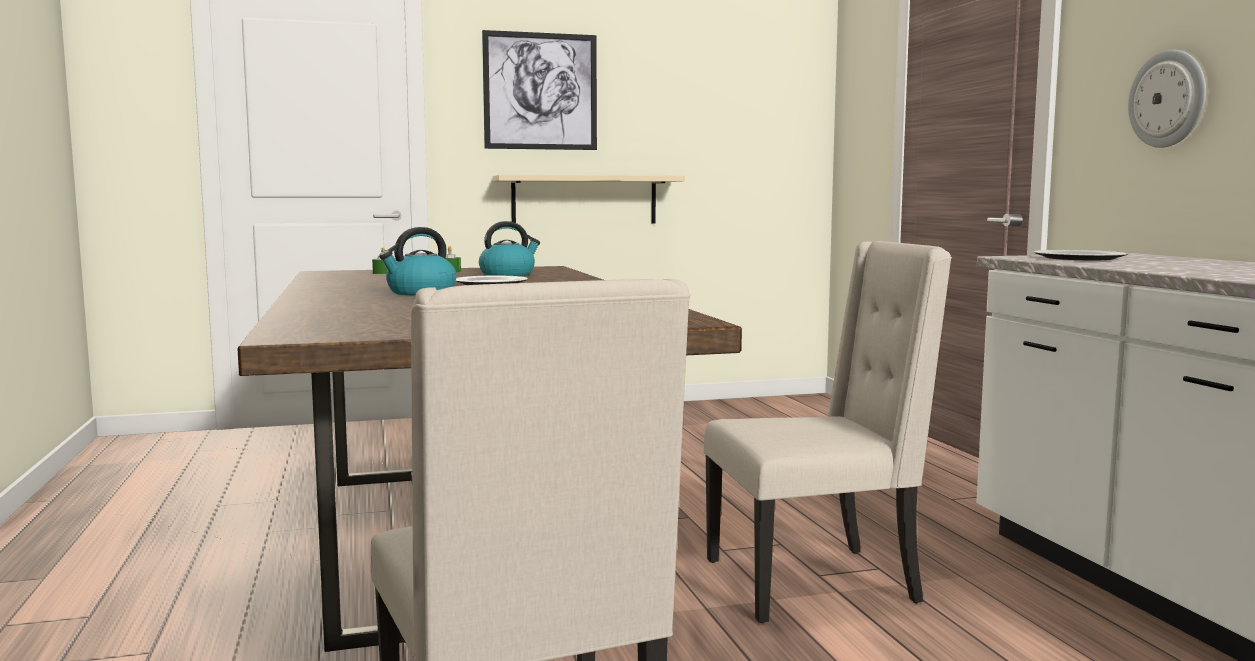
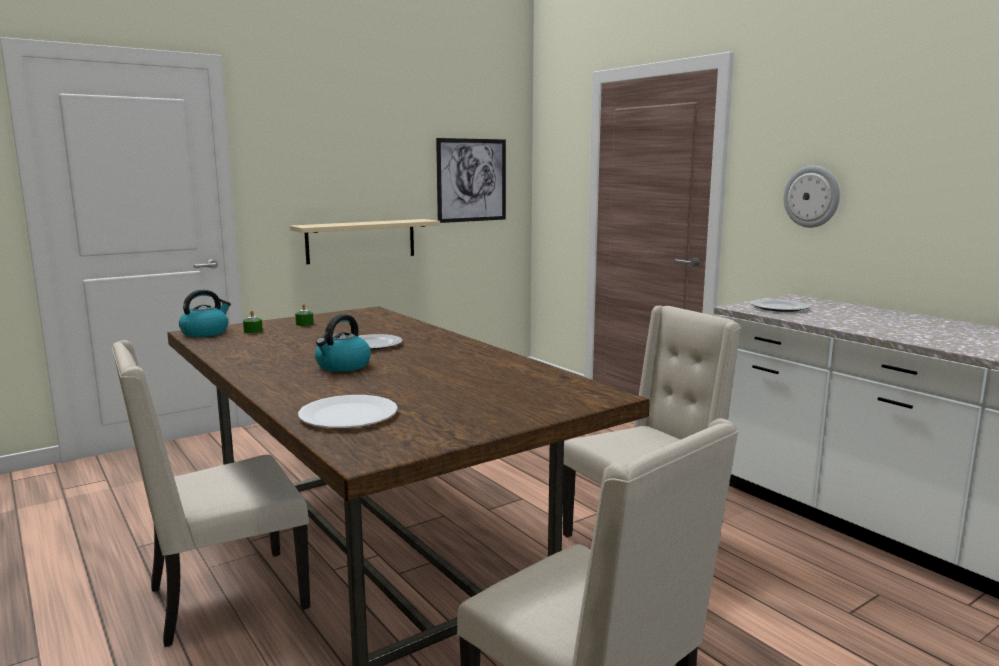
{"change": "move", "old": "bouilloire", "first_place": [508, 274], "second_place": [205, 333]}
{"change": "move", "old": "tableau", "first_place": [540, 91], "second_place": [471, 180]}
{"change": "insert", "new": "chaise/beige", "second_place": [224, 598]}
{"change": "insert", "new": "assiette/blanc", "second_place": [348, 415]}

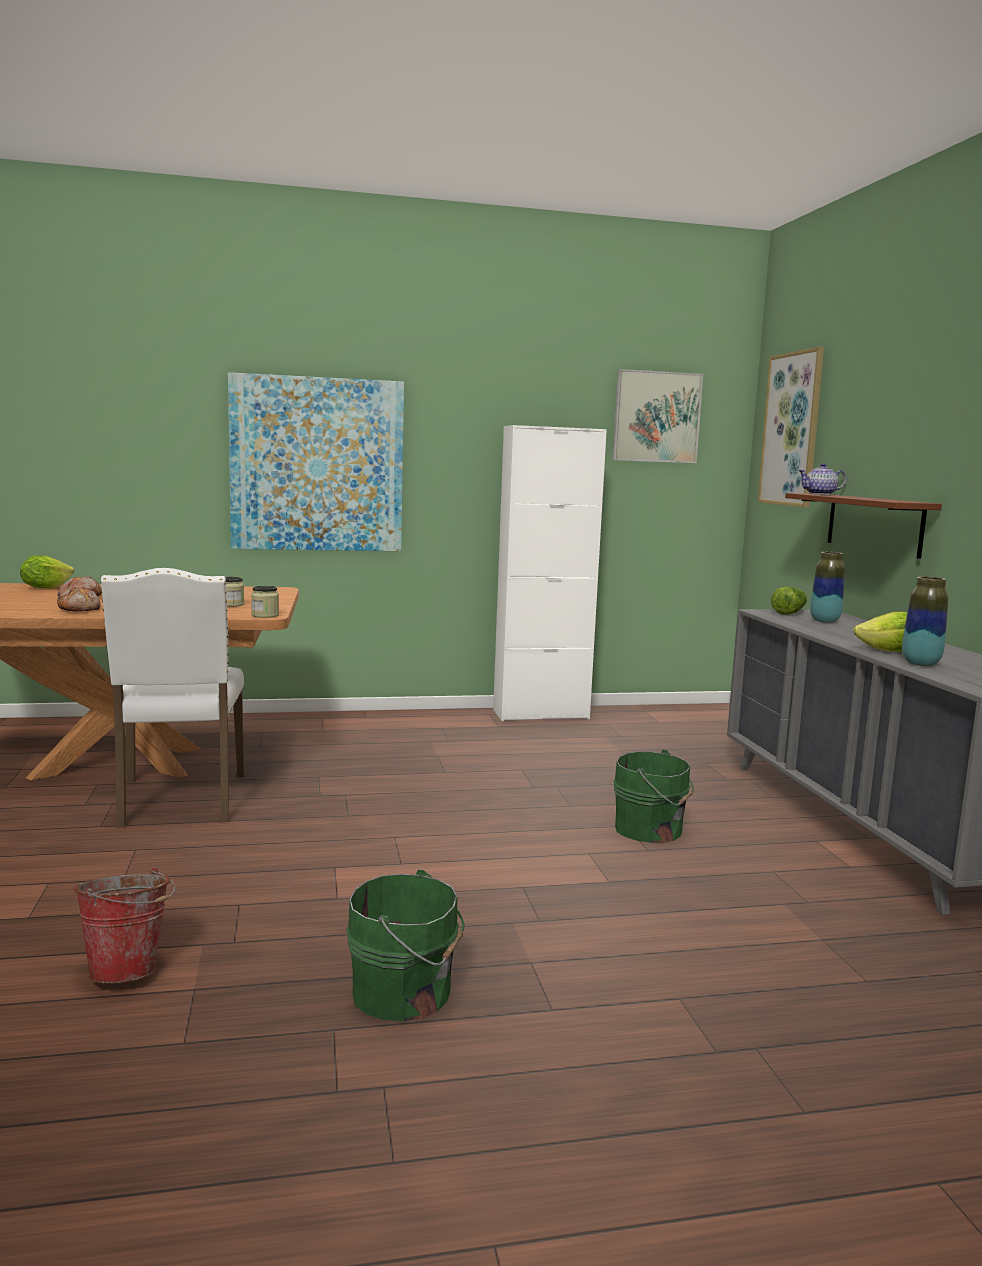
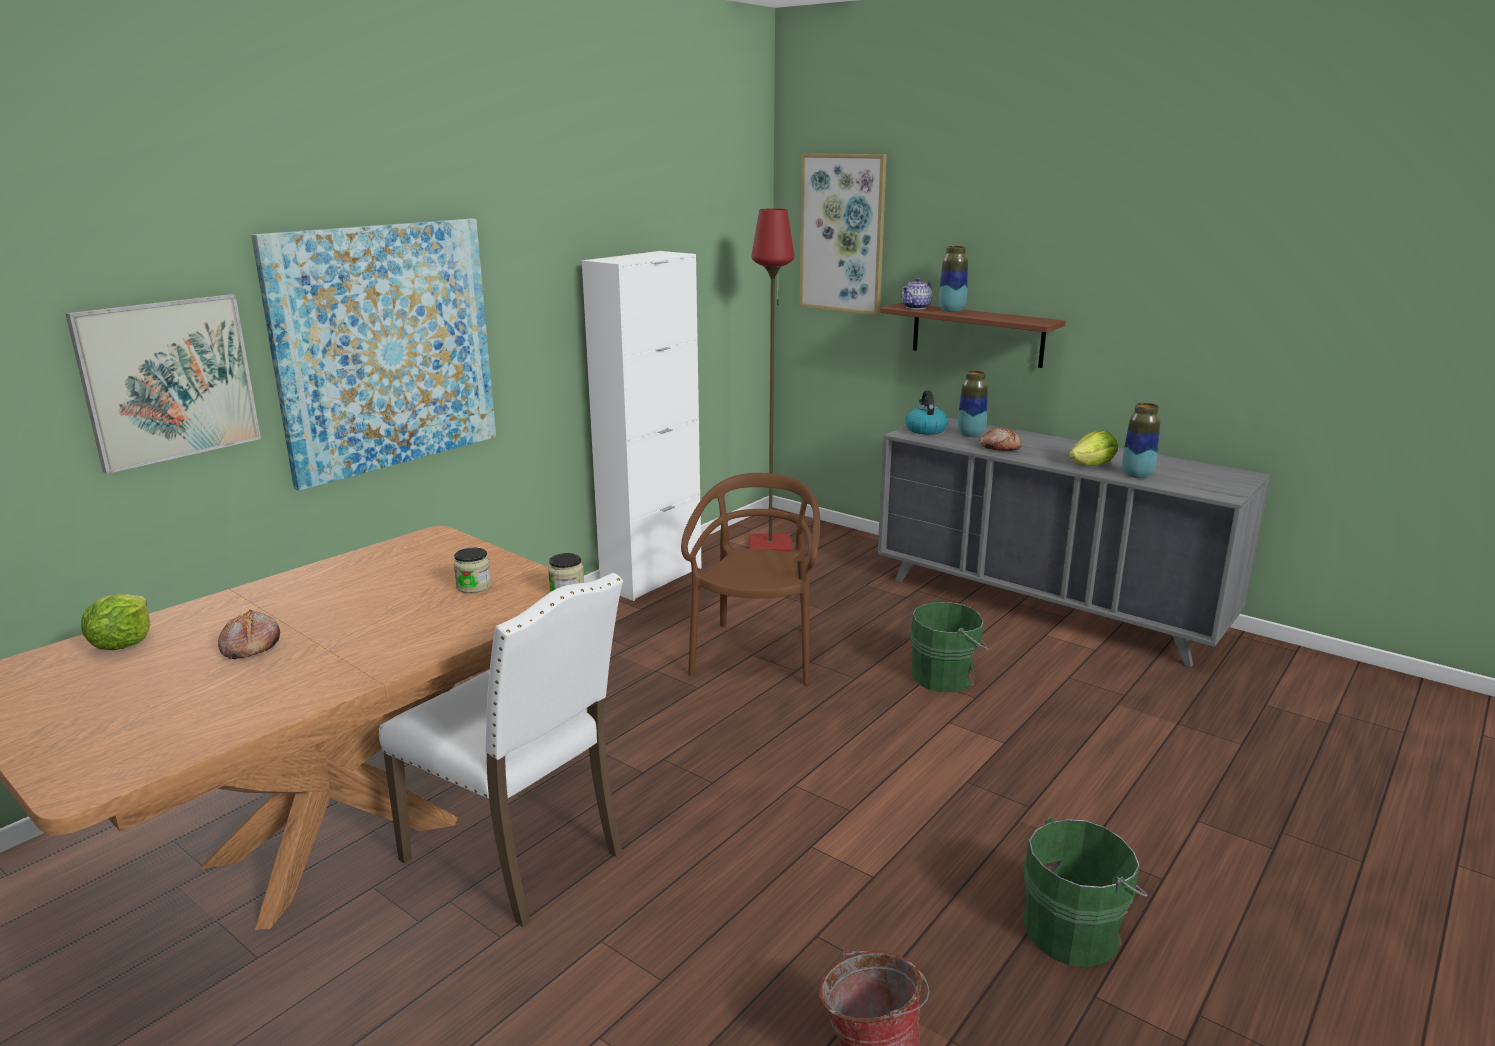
{"change": "move", "old": "pain", "first_place": [80, 609], "second_place": [999, 448]}
{"change": "move", "old": "tableau", "first_place": [656, 417], "second_place": [169, 380]}
{"change": "replace", "old": "laitue", "new": "bouilloire", "first_place": [789, 613], "second_place": [925, 430]}
{"change": "insert", "new": "chaise/marron", "second_place": [756, 654]}
{"change": "insert", "new": "lampadaire/rouge", "second_place": [771, 545]}
{"change": "insert", "new": "vase", "second_place": [951, 311]}

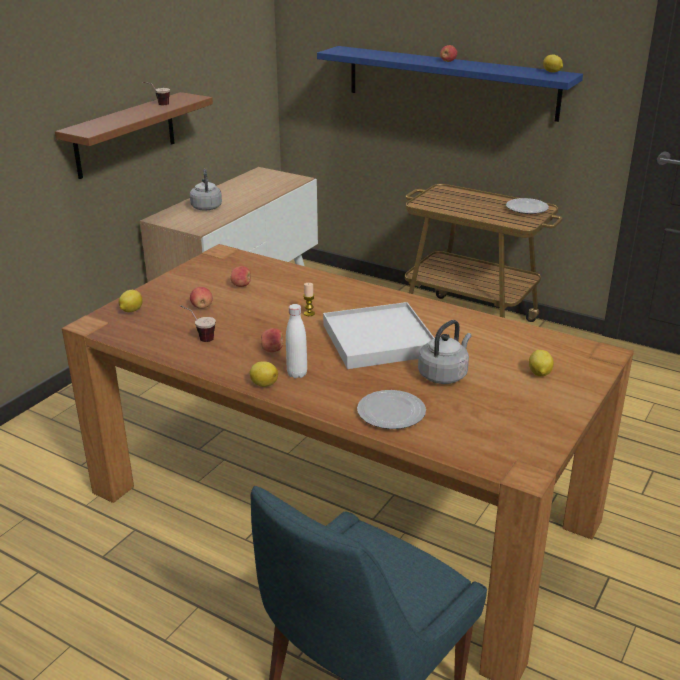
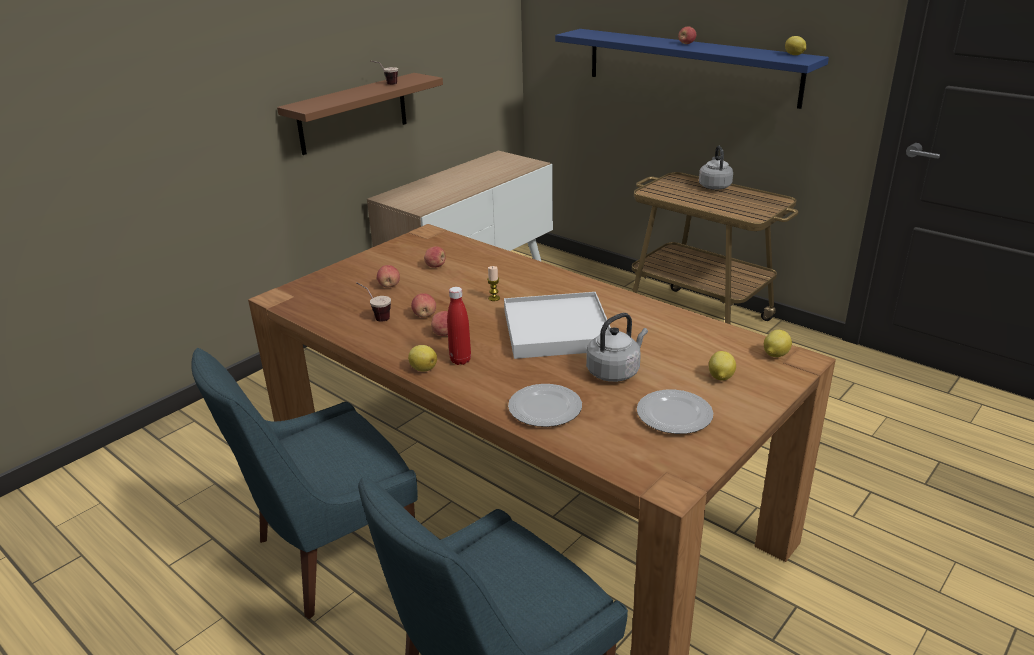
{"change": "move", "old": "citron", "first_place": [131, 310], "second_place": [775, 355]}
{"change": "move", "old": "bouilloire/gris", "first_place": [206, 207], "second_place": [714, 186]}
{"change": "recolor", "old": "bouteille/blanc", "new": "bouteille/rouge", "first_place": [297, 374], "second_place": [460, 360]}
{"change": "move", "old": "assiette", "first_place": [526, 208], "second_place": [674, 415]}
{"change": "insert", "new": "chaise/bleu", "second_place": [330, 555]}
{"change": "insert", "new": "pomme", "second_place": [424, 315]}

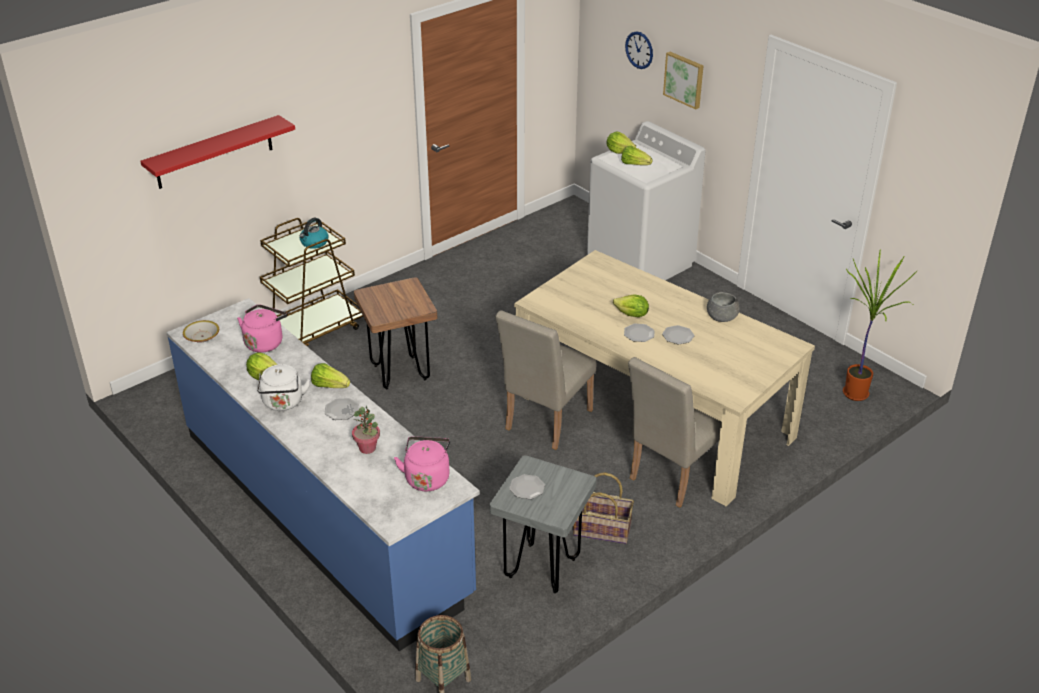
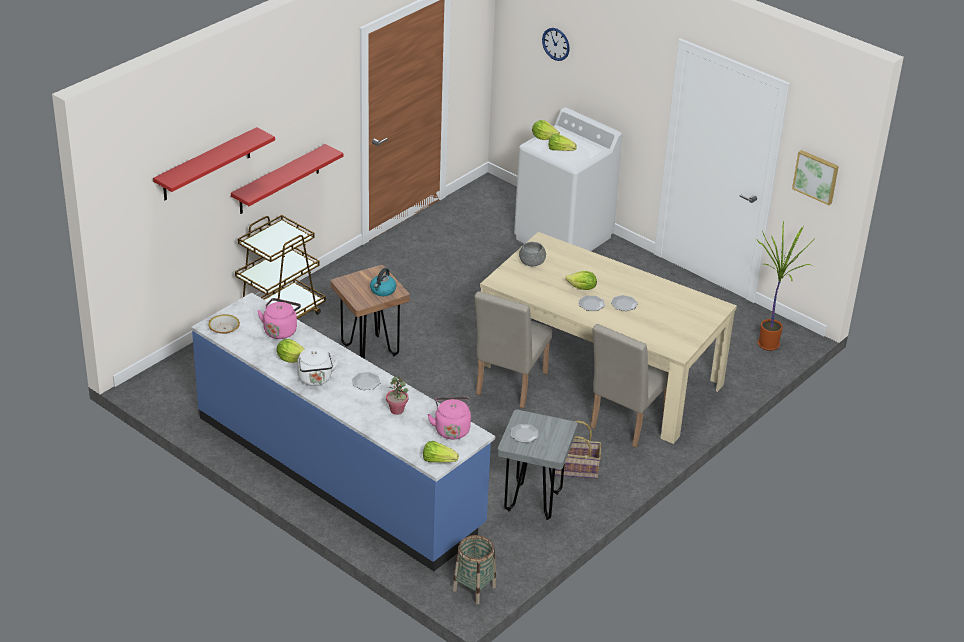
{"change": "move", "old": "bouilloire", "first_place": [314, 243], "second_place": [383, 290]}
{"change": "move", "old": "laitue", "first_place": [330, 386], "second_place": [438, 460]}
{"change": "move", "old": "tableau", "first_place": [684, 79], "second_place": [816, 176]}
{"change": "move", "old": "bol/gris", "first_place": [722, 317], "second_place": [532, 262]}
{"change": "insert", "new": "étagère/rouge", "second_place": [279, 180]}

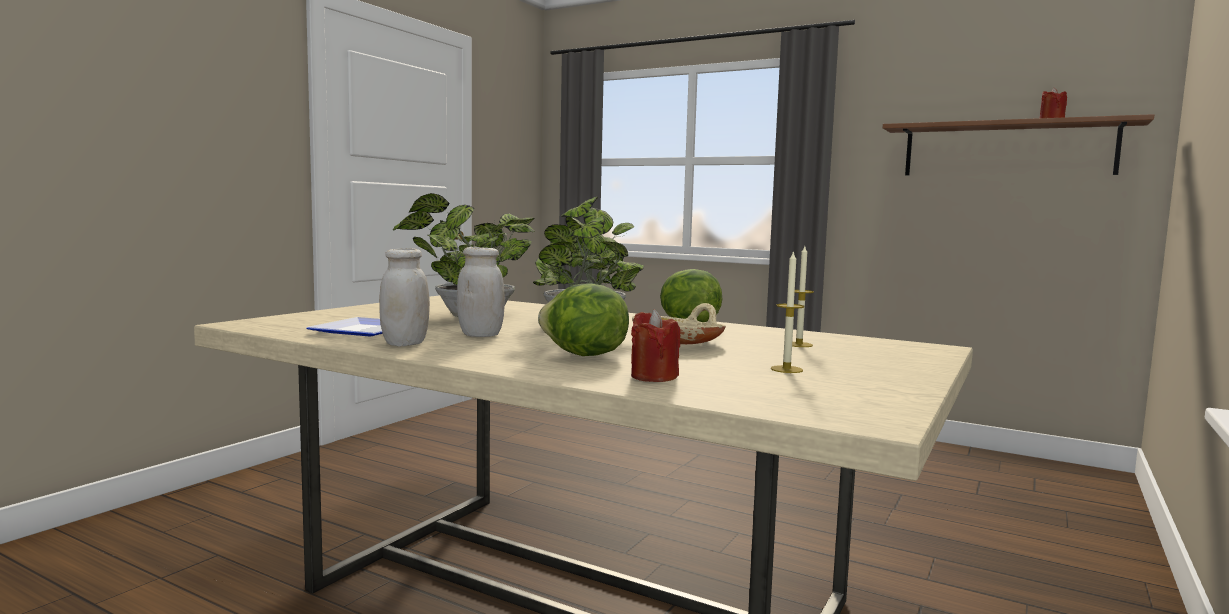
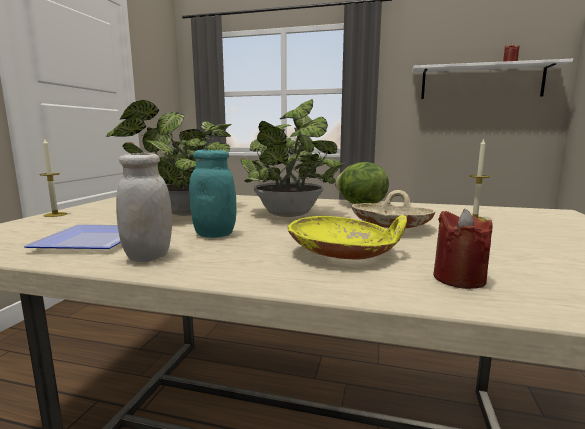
{"change": "recolor", "old": "bocal/blanc", "new": "bocal/turquoise", "first_place": [480, 335], "second_place": [214, 234]}
{"change": "replace", "old": "laitue", "new": "bol/jaune", "first_place": [583, 355], "second_place": [344, 253]}
{"change": "move", "old": "bougie", "first_place": [786, 369], "second_place": [55, 214]}
{"change": "recolor", "old": "étagère/marron", "new": "étagère/blanc", "first_place": [1007, 150], "second_place": [481, 82]}

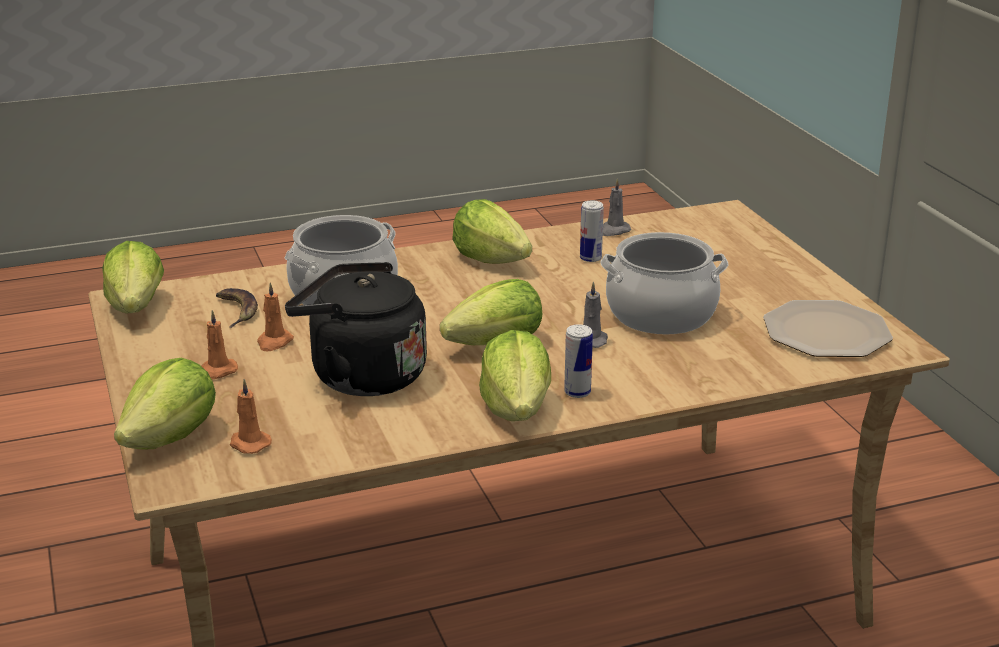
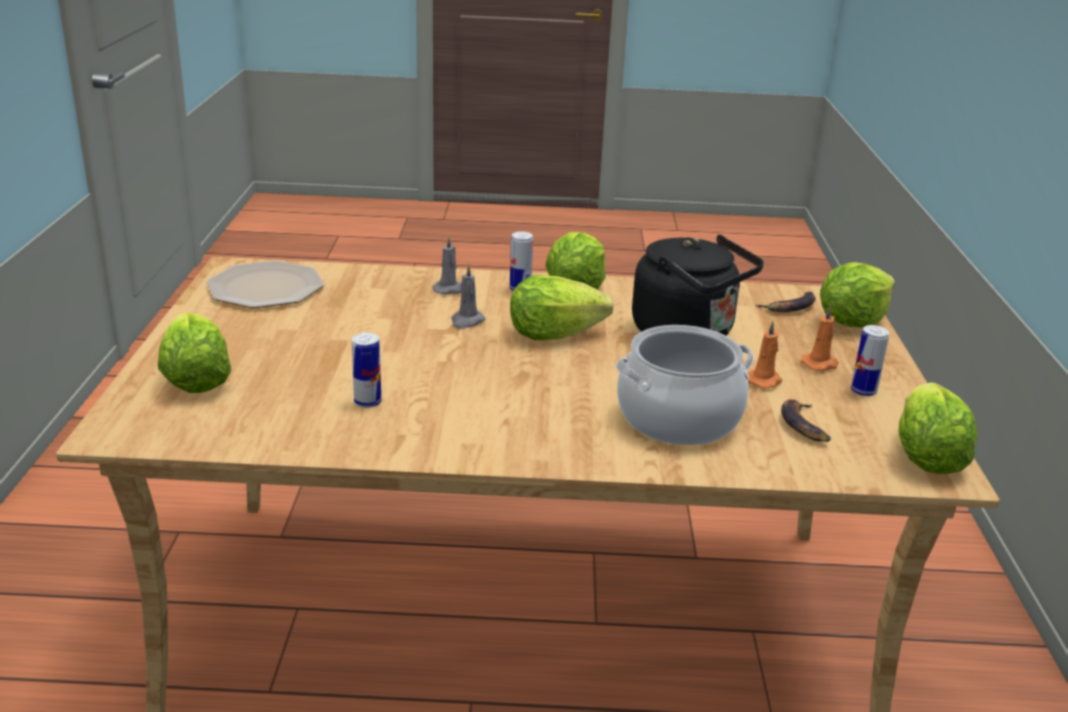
{"change": "replace", "old": "bougie/orange", "new": "banane", "first_place": [248, 443], "second_place": [790, 307]}
{"change": "move", "old": "laitue", "first_place": [491, 260], "second_place": [195, 380]}
{"change": "delete", "old": "marmite", "first_place": [661, 314]}
{"change": "move", "old": "bougie/gris", "first_place": [613, 231], "second_place": [450, 289]}
{"change": "insert", "new": "boîte métallique", "second_place": [863, 391]}

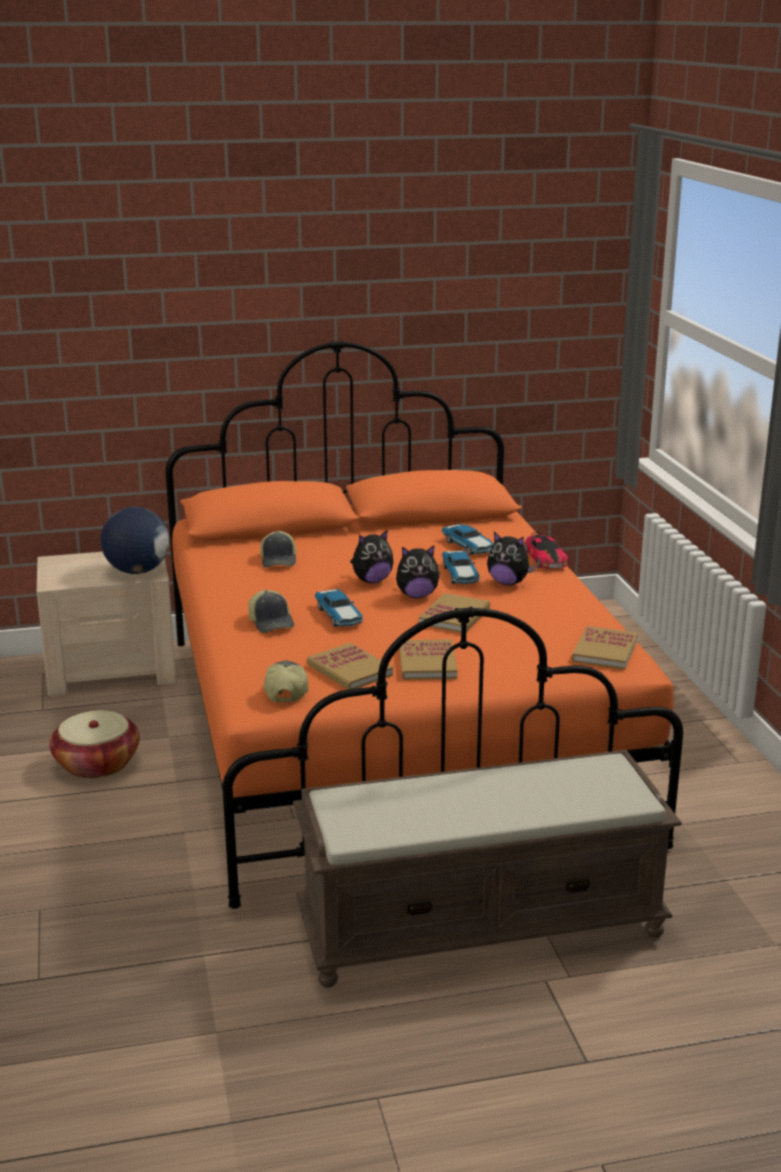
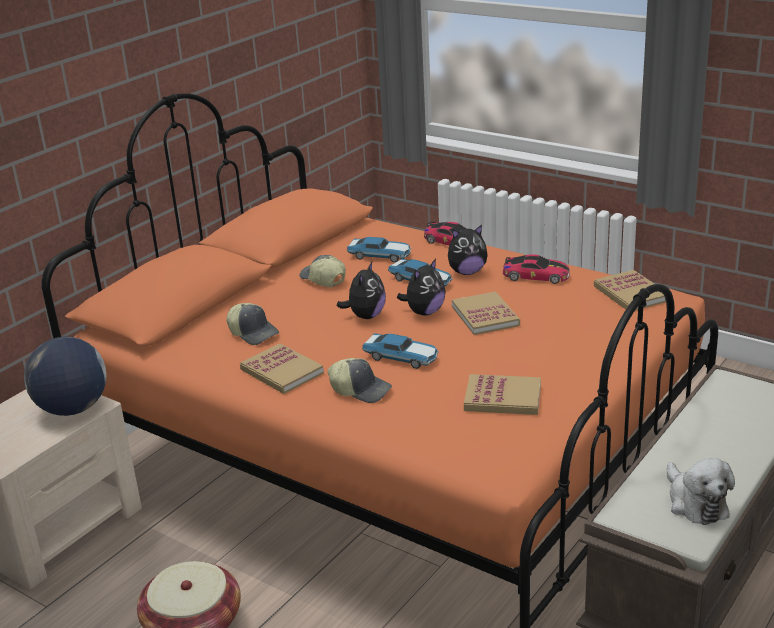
{"change": "move", "old": "casquette", "first_place": [285, 691], "second_place": [322, 280]}
{"change": "move", "old": "livre", "first_place": [427, 663], "second_place": [281, 371]}
{"change": "insert", "new": "petite voiture", "second_place": [536, 276]}
{"change": "insert", "new": "peluche", "second_place": [695, 503]}

